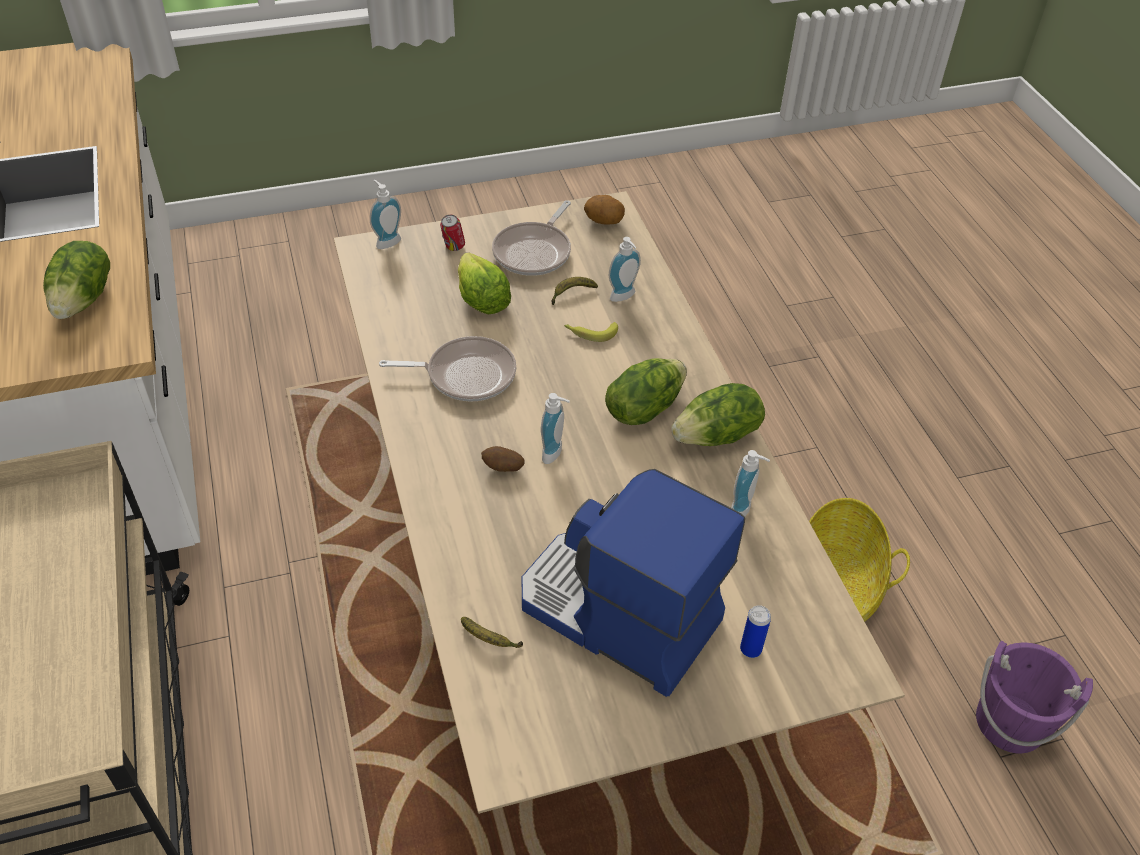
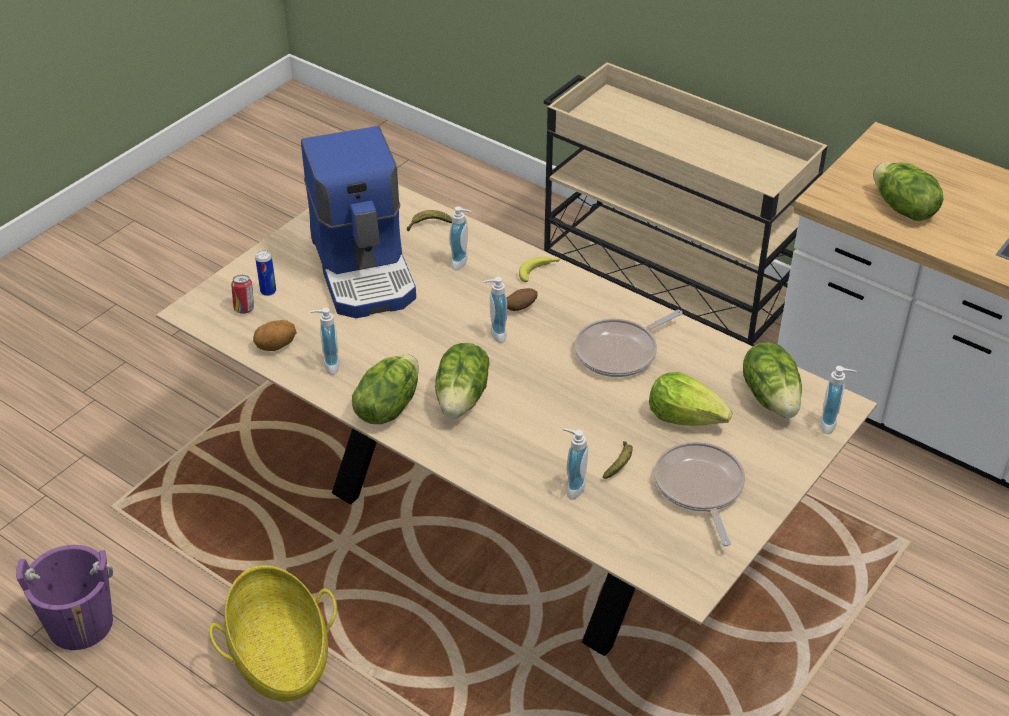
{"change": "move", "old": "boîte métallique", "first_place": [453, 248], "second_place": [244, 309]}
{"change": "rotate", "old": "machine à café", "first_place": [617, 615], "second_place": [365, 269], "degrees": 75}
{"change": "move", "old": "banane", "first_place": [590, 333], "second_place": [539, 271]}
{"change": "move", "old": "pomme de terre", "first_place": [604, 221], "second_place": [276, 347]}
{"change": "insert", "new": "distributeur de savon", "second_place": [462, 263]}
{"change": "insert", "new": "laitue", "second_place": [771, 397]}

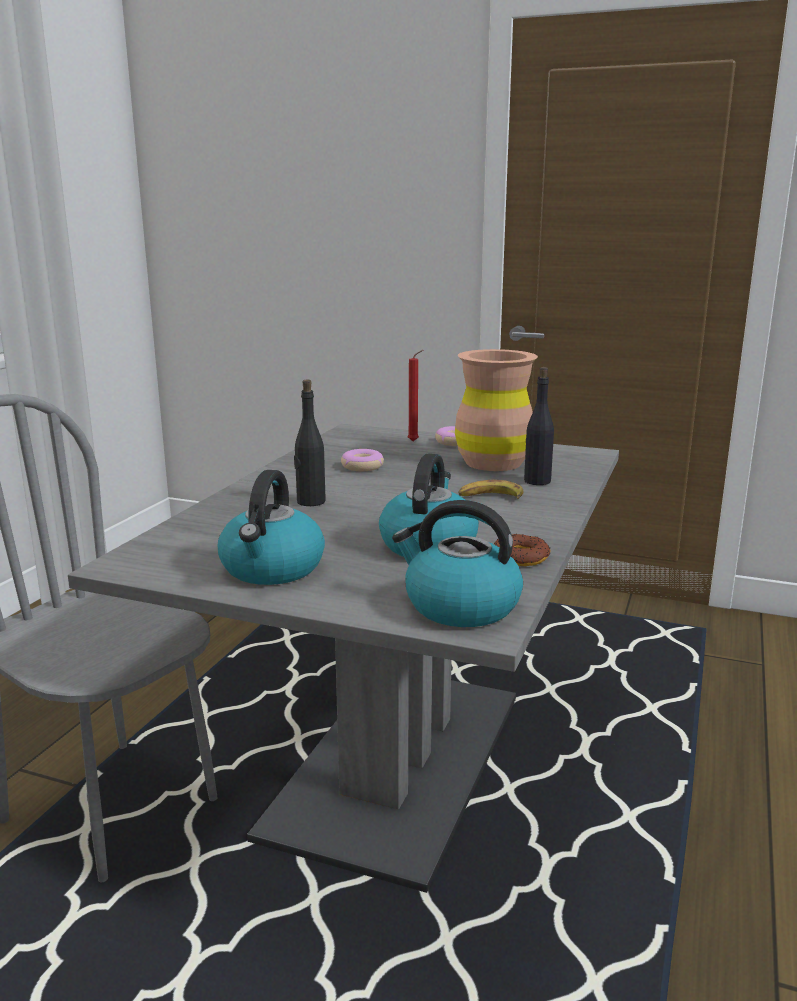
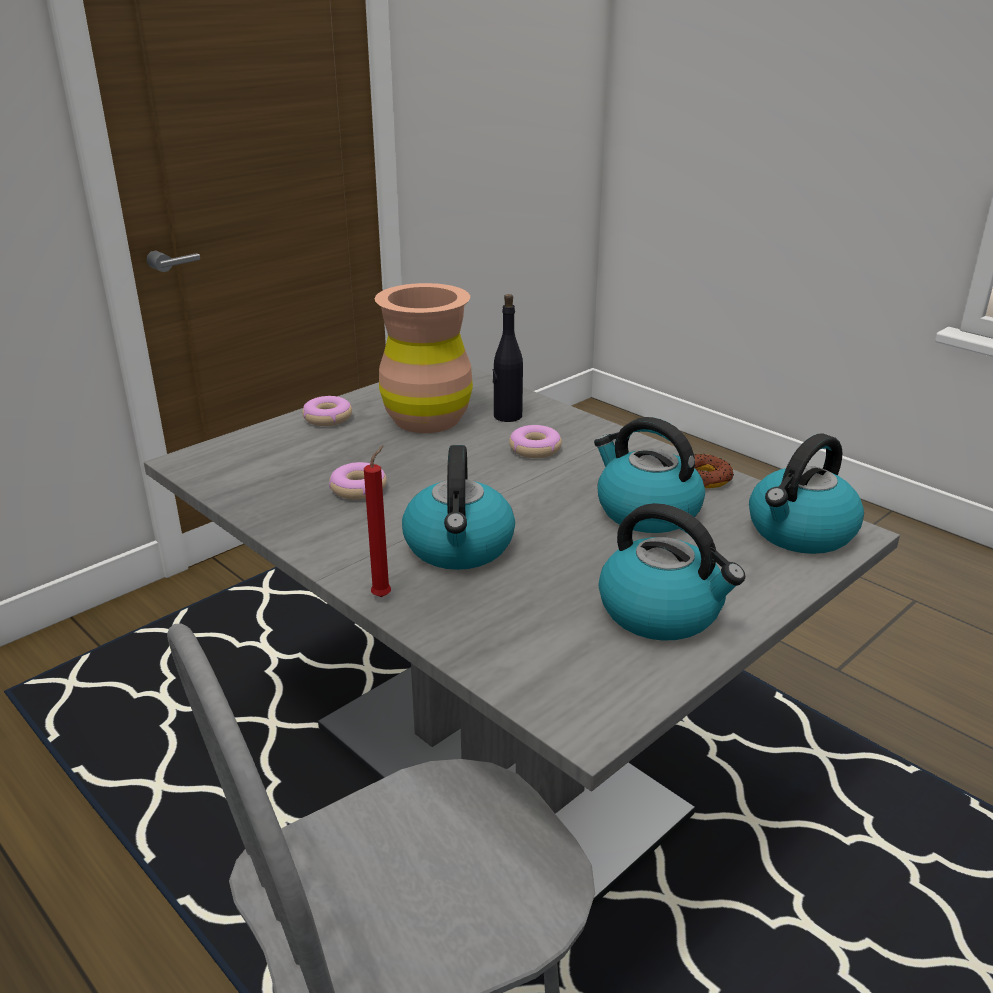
{"change": "replace", "old": "bouteille/noir", "new": "bouilloire", "first_place": [310, 502], "second_place": [459, 547]}
{"change": "move", "old": "bougie/rouge", "first_place": [415, 441], "second_place": [384, 595]}
{"change": "replace", "old": "banane", "new": "beignet", "first_place": [490, 497], "second_place": [535, 449]}

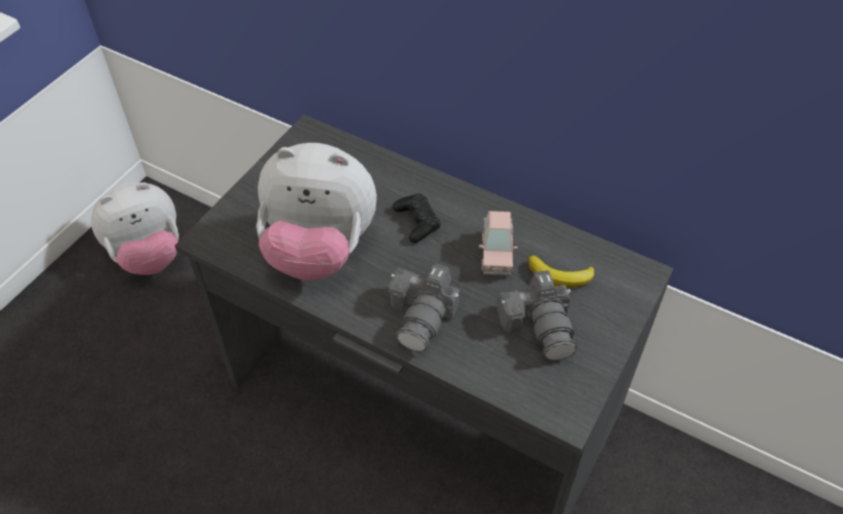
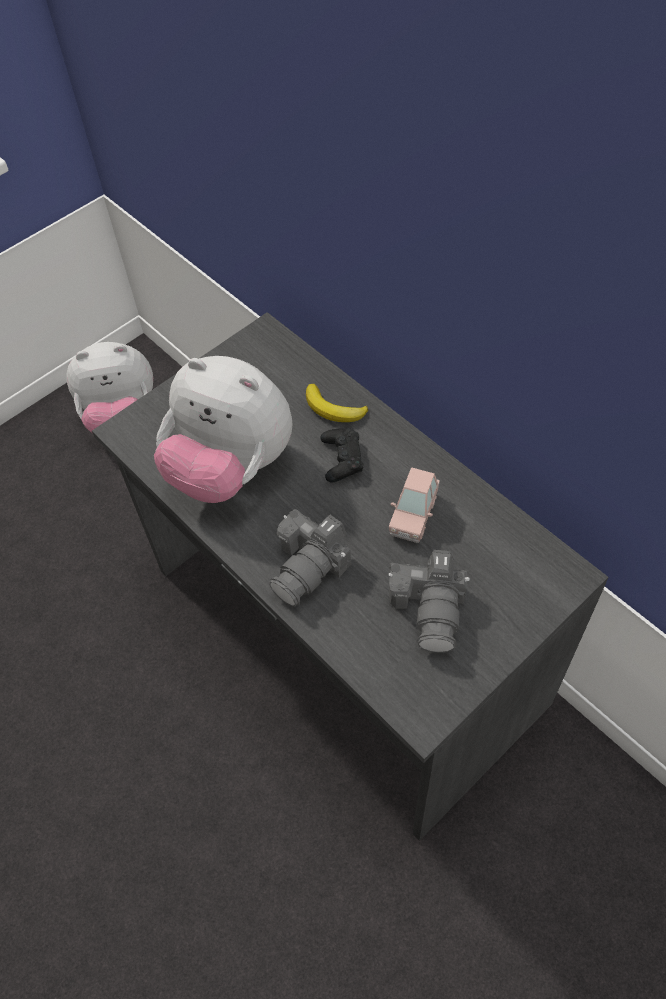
{"change": "move", "old": "banane", "first_place": [560, 275], "second_place": [333, 409]}

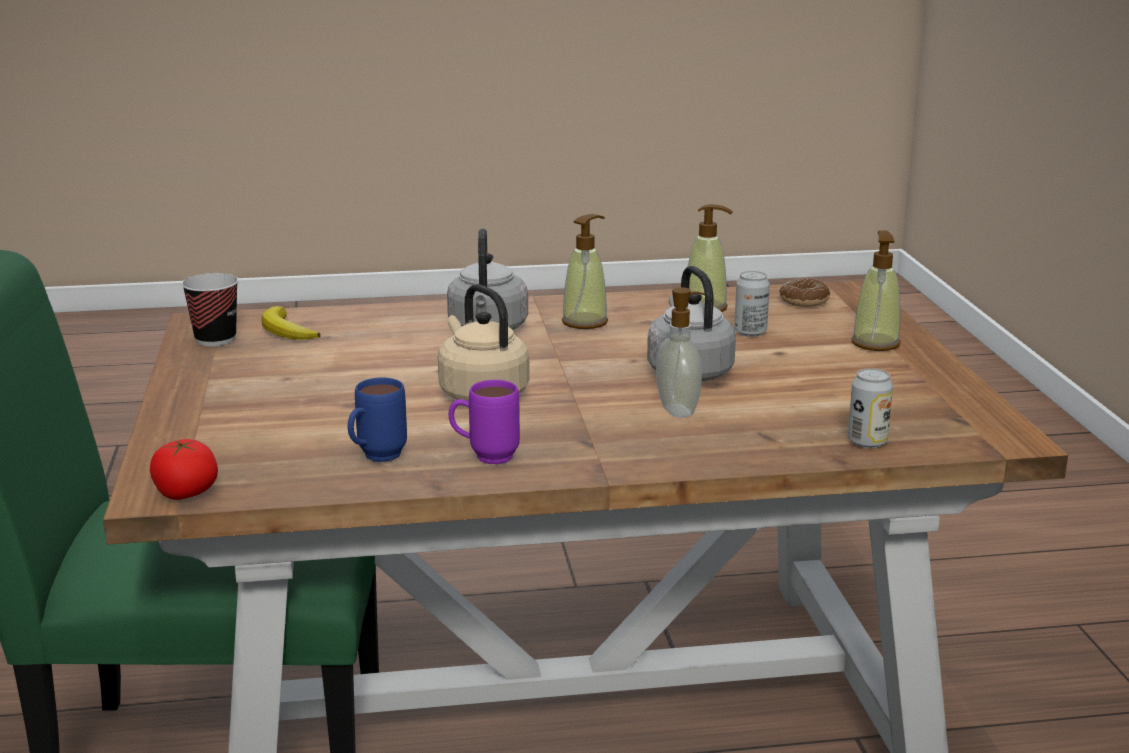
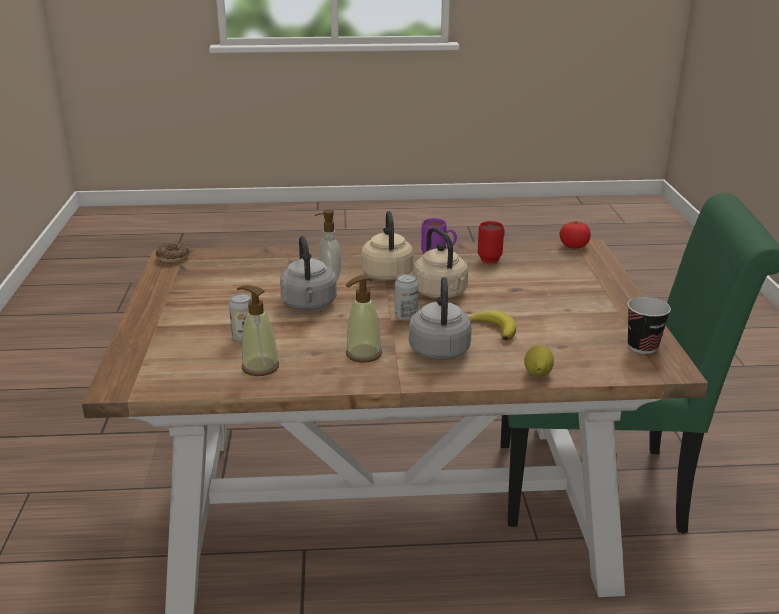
{"change": "move", "old": "banane", "first_place": [286, 331], "second_place": [495, 328]}
{"change": "recolor", "old": "mug/bleu", "new": "mug/rouge", "first_place": [375, 458], "second_place": [492, 258]}
{"change": "move", "old": "beignet", "first_place": [804, 301], "second_place": [173, 258]}
{"change": "move", "old": "boîte métallique", "first_place": [867, 442], "second_place": [406, 316]}
{"change": "delete", "old": "distributeur de savon", "first_place": [875, 343]}
{"change": "insert", "new": "bouilloire/beige", "second_place": [387, 273]}
{"change": "insert", "new": "citron", "second_place": [537, 374]}

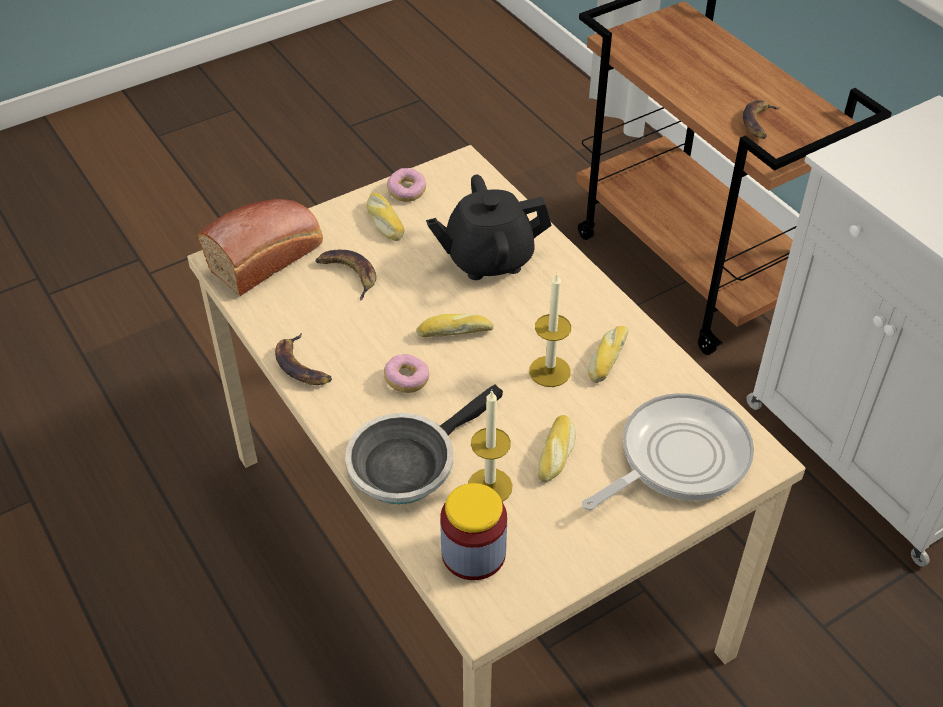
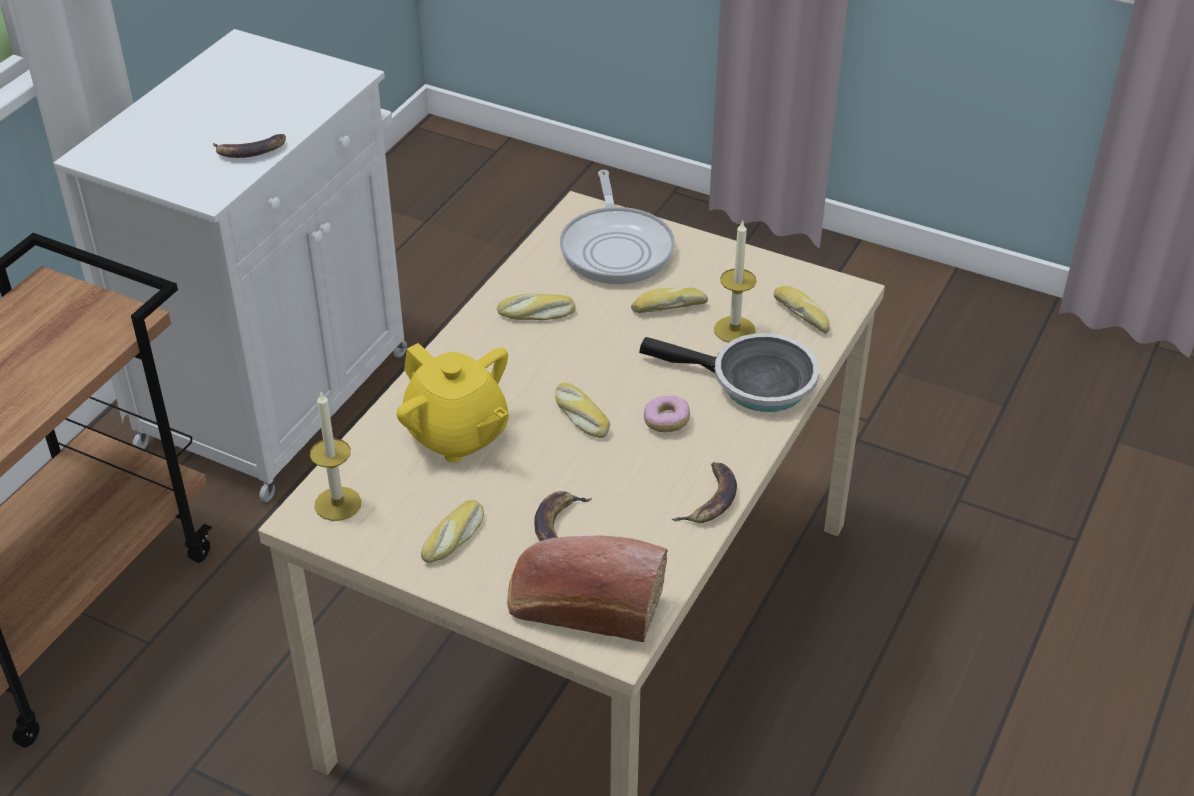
{"change": "delete", "old": "beignet", "first_place": [406, 192]}
{"change": "recolor", "old": "théière/noir", "new": "théière/jaune", "first_place": [488, 258], "second_place": [457, 434]}
{"change": "replace", "old": "bocal", "new": "pain", "first_place": [473, 553], "second_place": [803, 315]}
{"change": "move", "old": "bougie", "first_place": [549, 371], "second_place": [338, 504]}
{"change": "rotate", "old": "poêle", "first_place": [677, 458], "second_place": [616, 248], "degrees": -120}
{"change": "move", "old": "banane", "first_place": [759, 122], "second_place": [251, 150]}

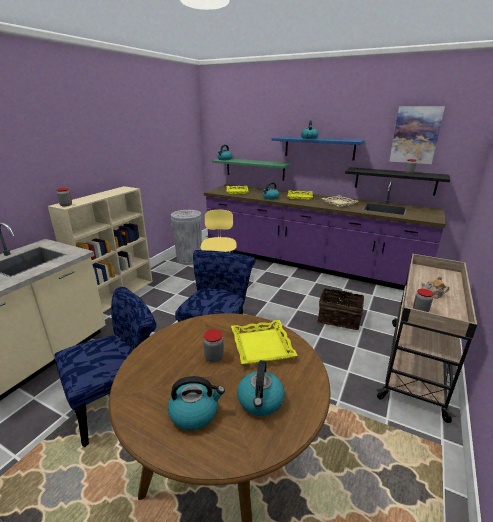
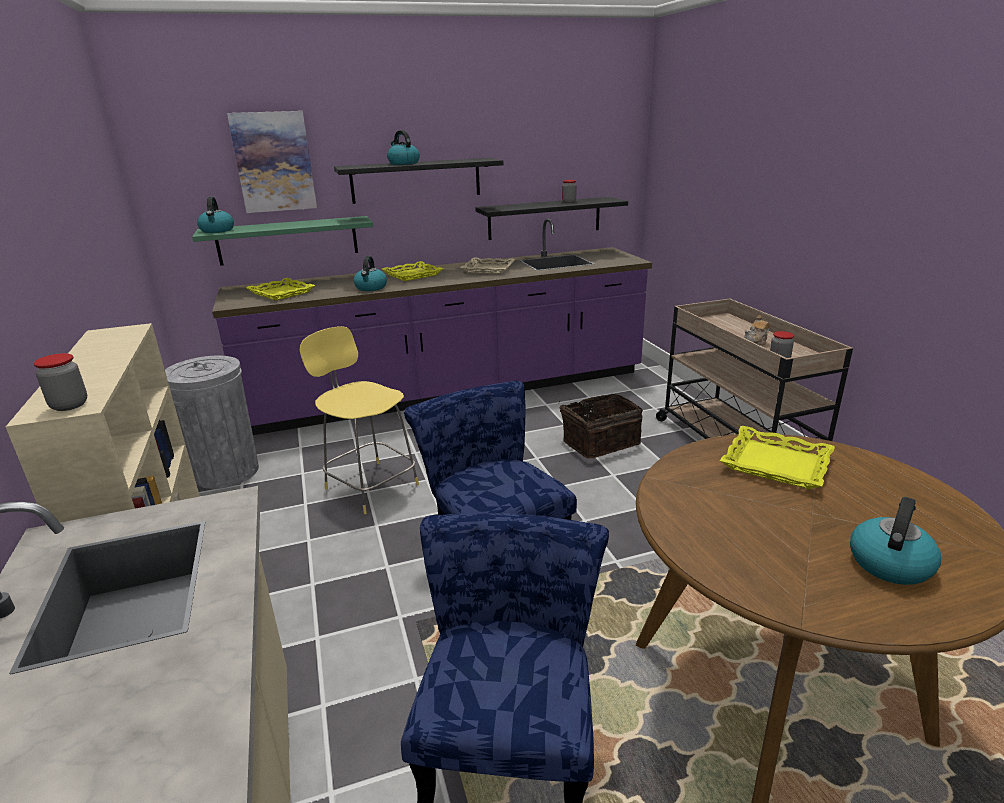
{"change": "delete", "old": "bocal", "first_place": [214, 357]}
{"change": "delete", "old": "bouilloire", "first_place": [260, 401]}
{"change": "recolor", "old": "étagère/bleu", "new": "étagère/noir", "first_place": [319, 148], "second_place": [416, 180]}
{"change": "move", "old": "tableau", "first_place": [415, 135], "second_place": [274, 162]}

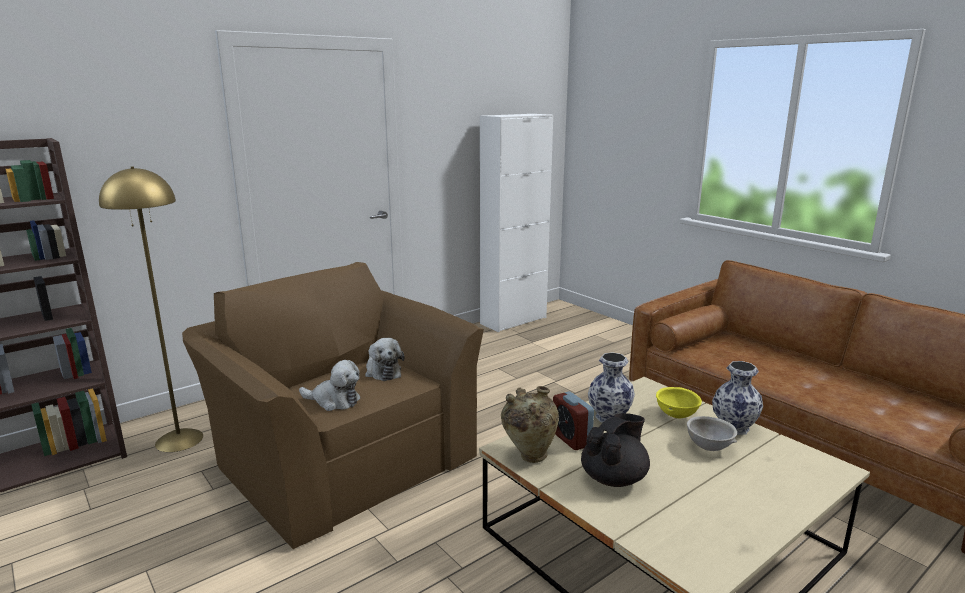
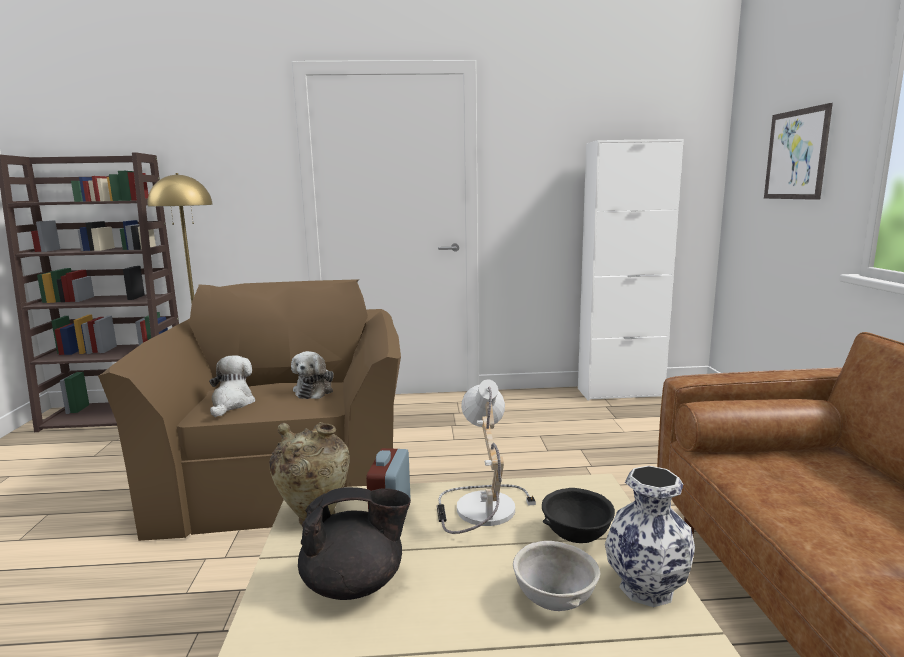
{"change": "rotate", "old": "peluche", "first_place": [334, 401], "second_place": [232, 404], "degrees": -135}
{"change": "replace", "old": "vase", "new": "lampe de table", "first_place": [609, 417], "second_place": [479, 507]}
{"change": "recolor", "old": "bol/jaune", "new": "bol/noir", "first_place": [677, 416], "second_place": [577, 538]}
{"change": "insert", "new": "tableau", "second_place": [796, 154]}

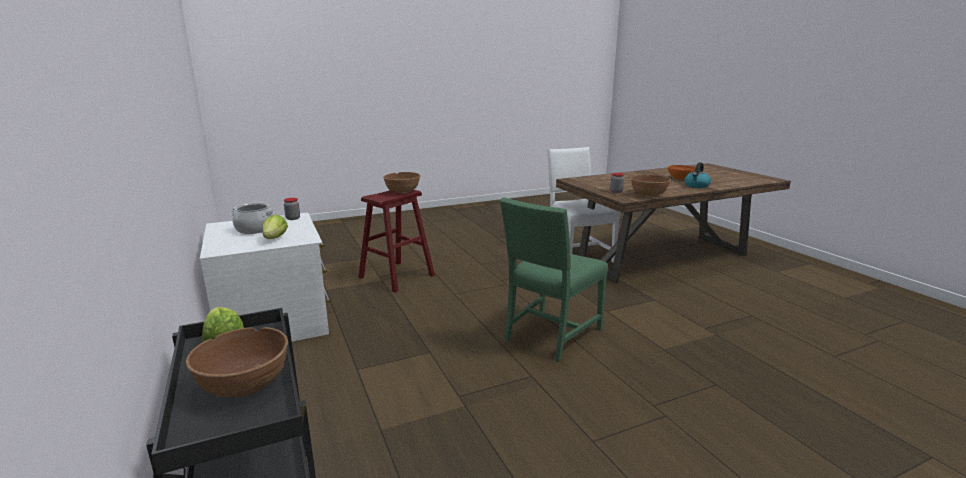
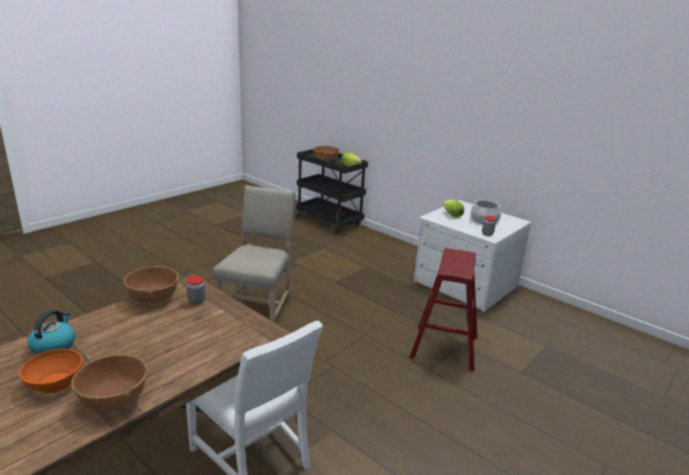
{"change": "move", "old": "bol/marron", "first_place": [402, 192], "second_place": [114, 399]}
{"change": "recolor", "old": "chaise/vert", "new": "chaise/beige", "first_place": [550, 335], "second_place": [258, 309]}

